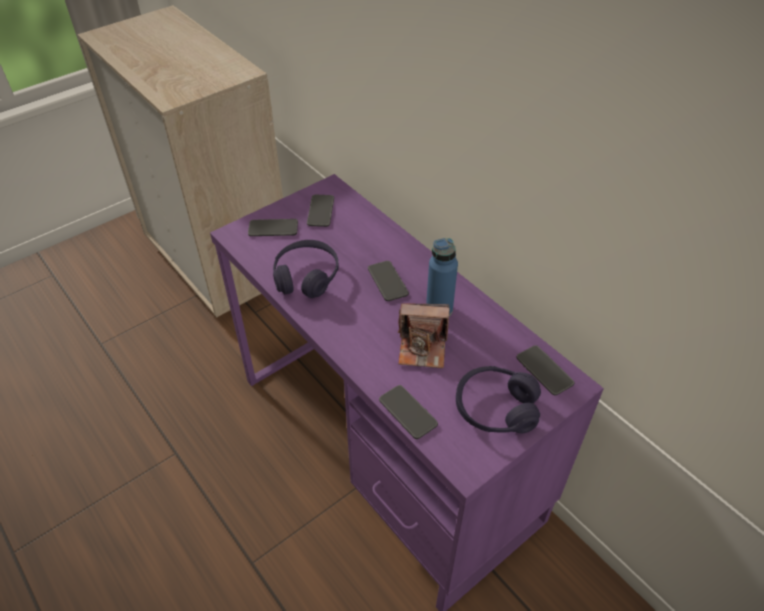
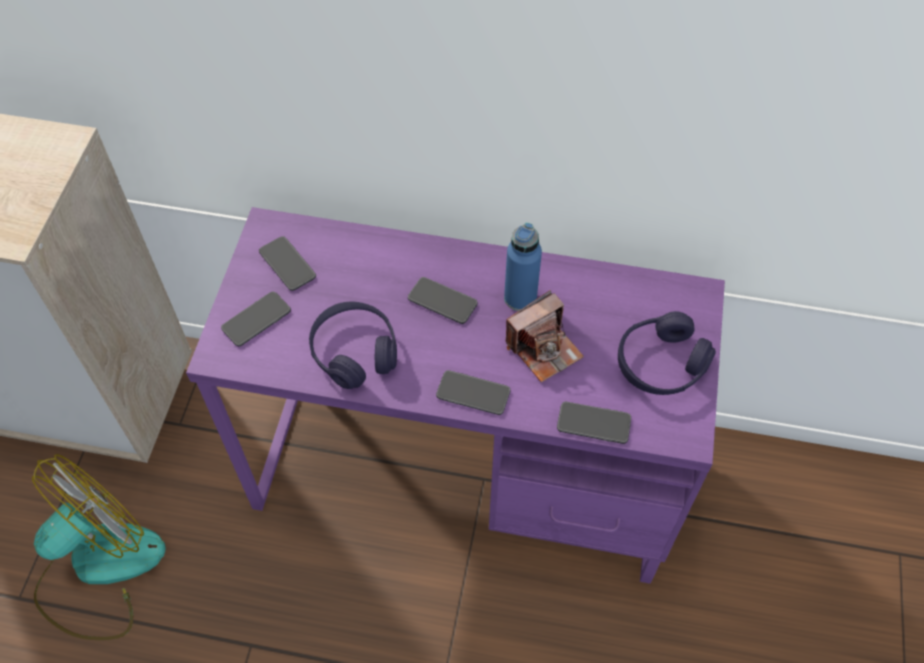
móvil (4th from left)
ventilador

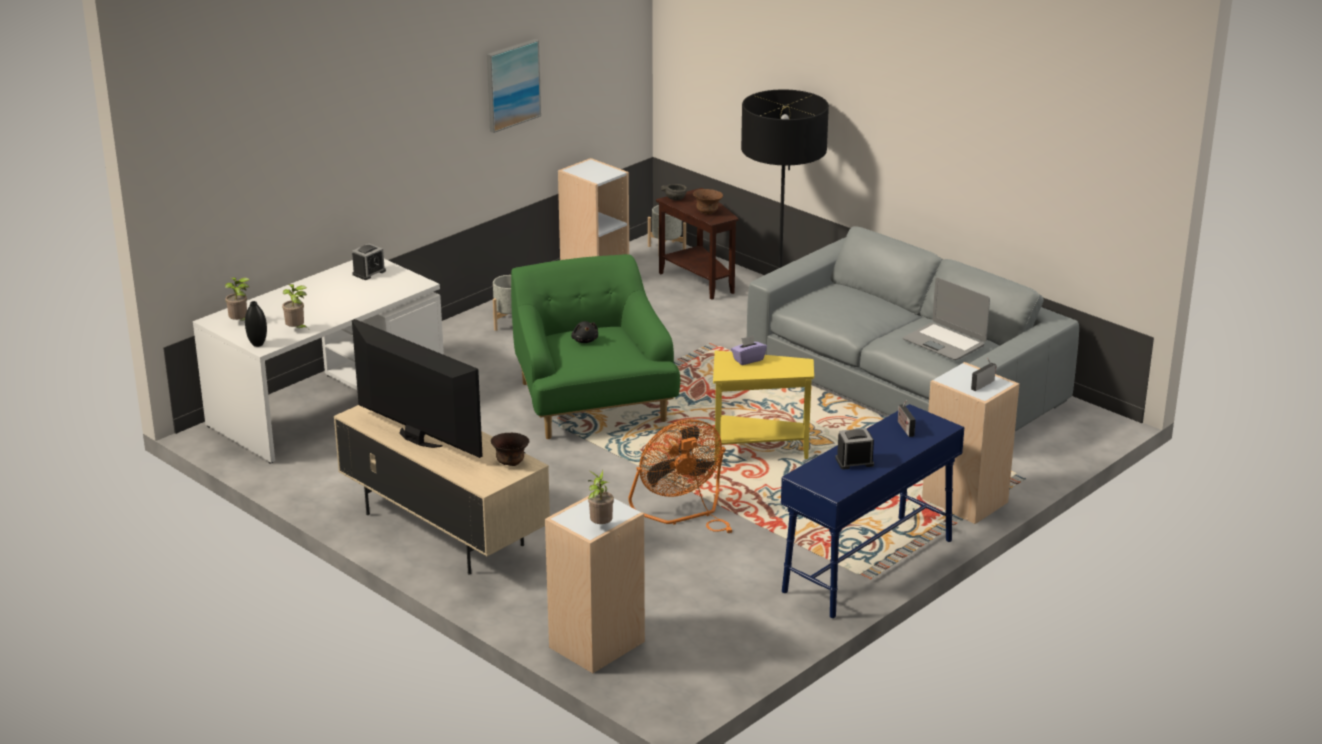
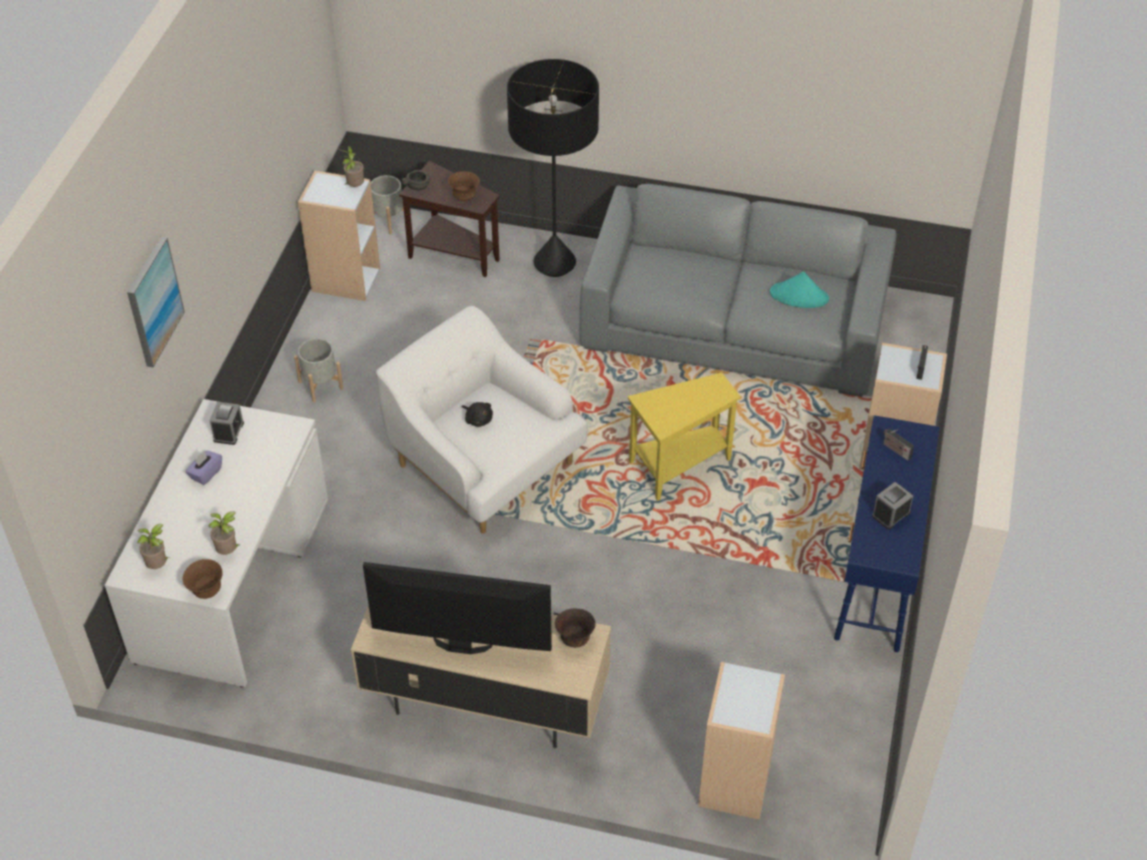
cuenco (marrón) (1st from left)
cuadro
sillón (blanco)
planta en maceta (3rd from left)
ventilador (naranja)
caja de pañuelos (morado)
sombrero (turquesa)

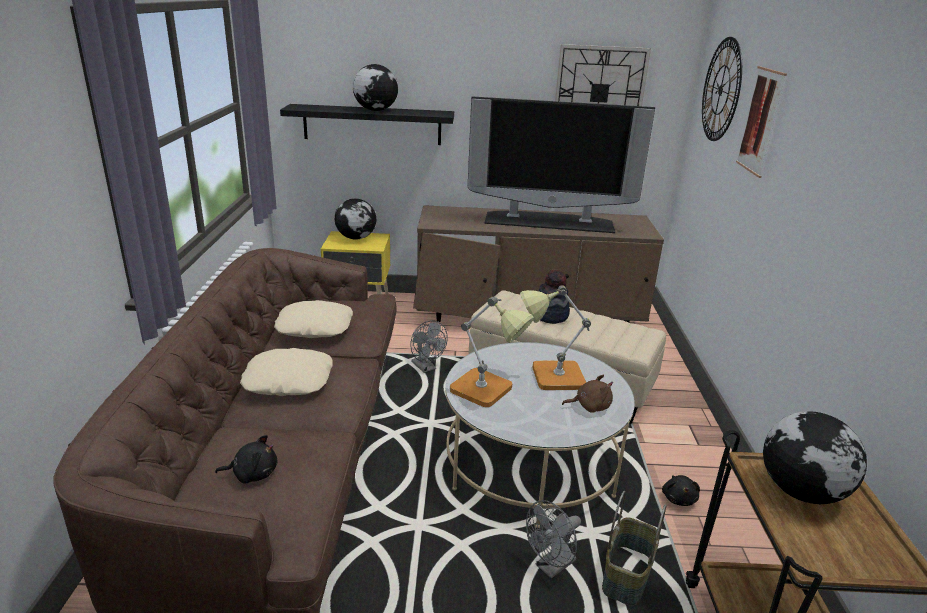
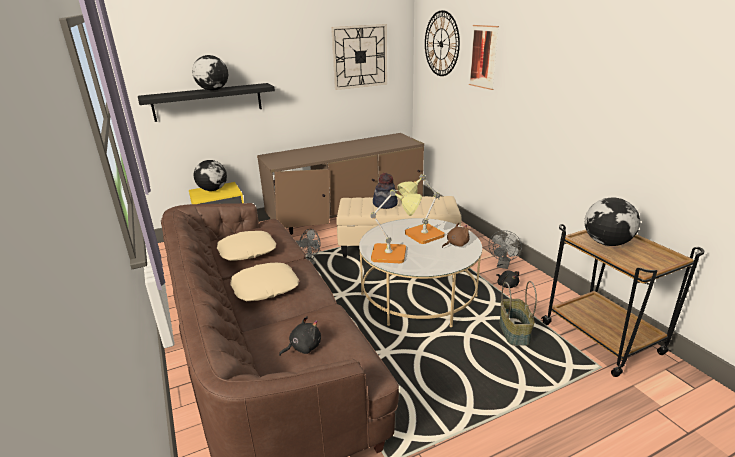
televisor
ventilador (gris) (2nd from left)

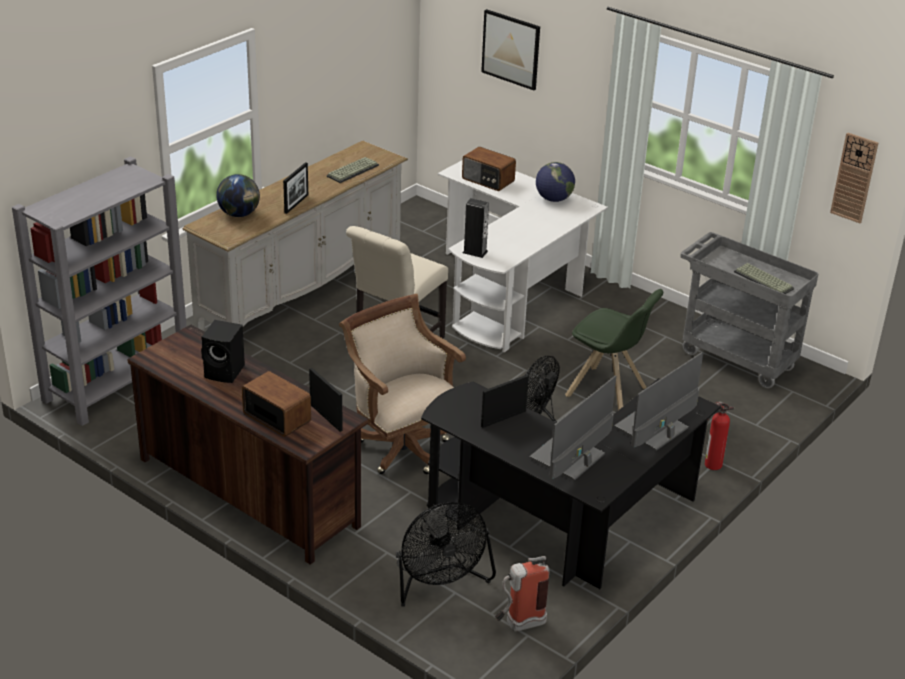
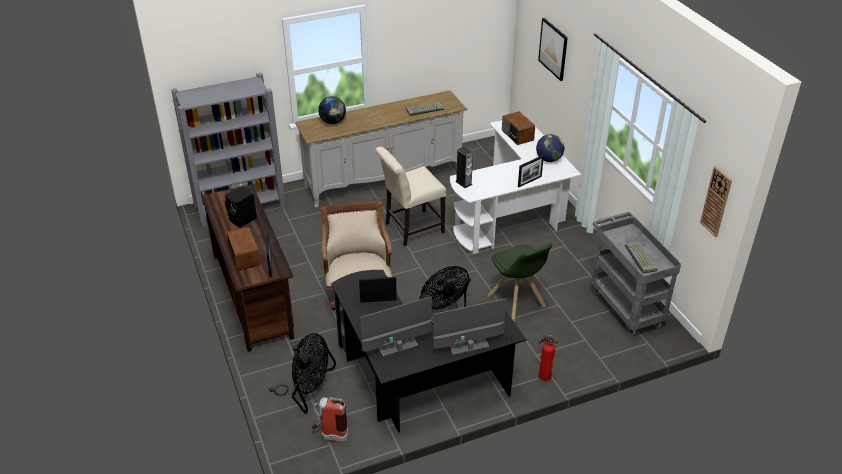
portarretratos (3rd from left)
ventilador (negro) (1st from left)

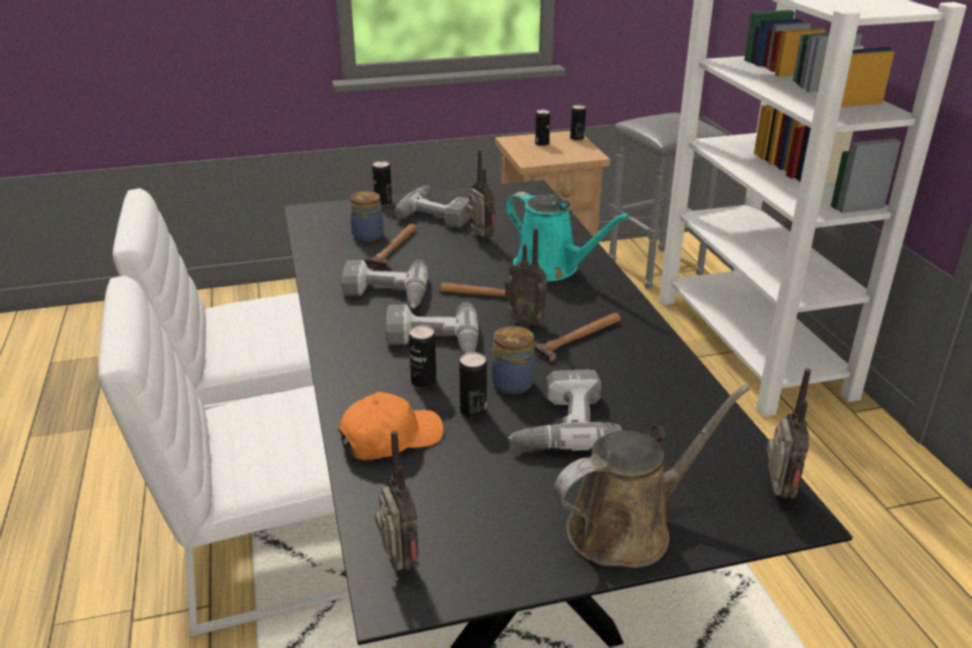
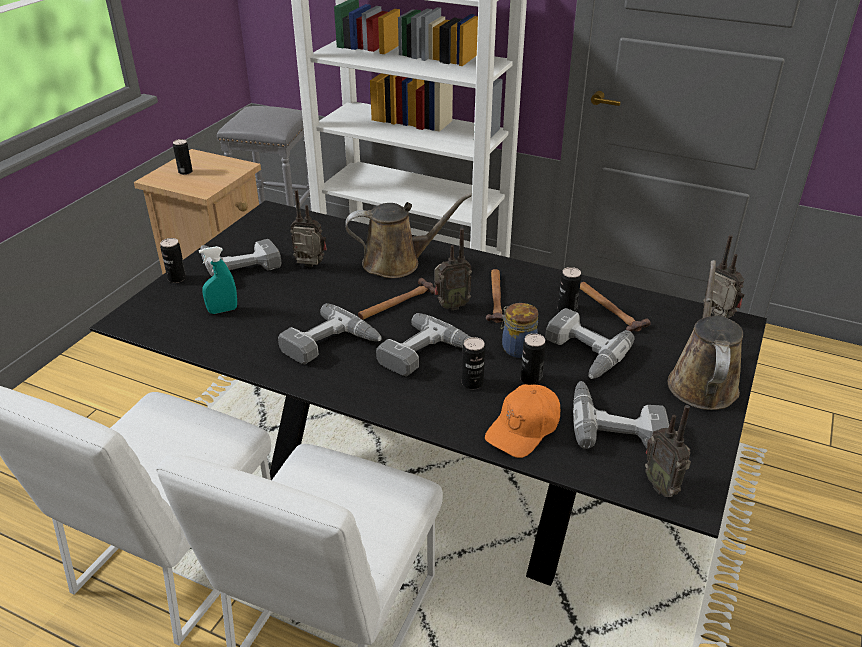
gorra (naranja)
pulverizador (turquesa)
martillo (3rd from left)
radio (3rd from left)
regadera (marrón) (1st from left)
lata (5th from left)
taladro (5th from left)

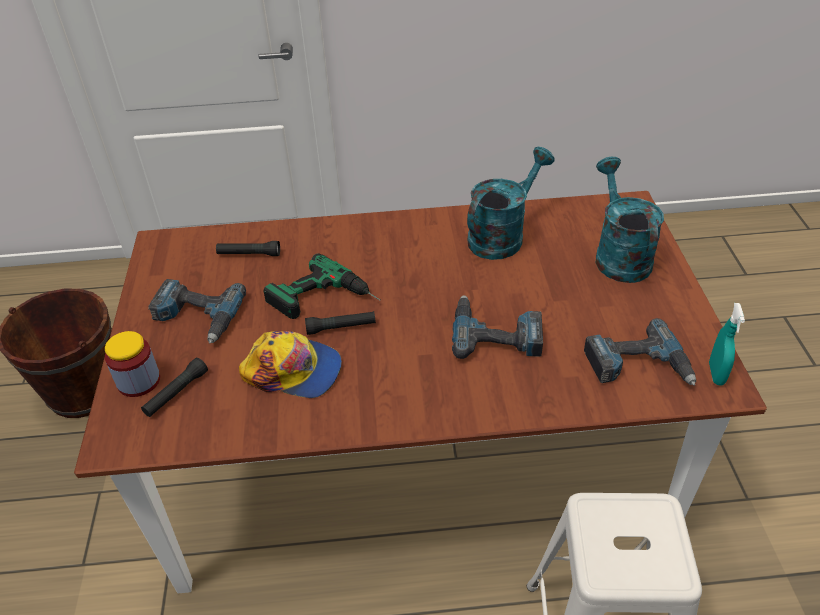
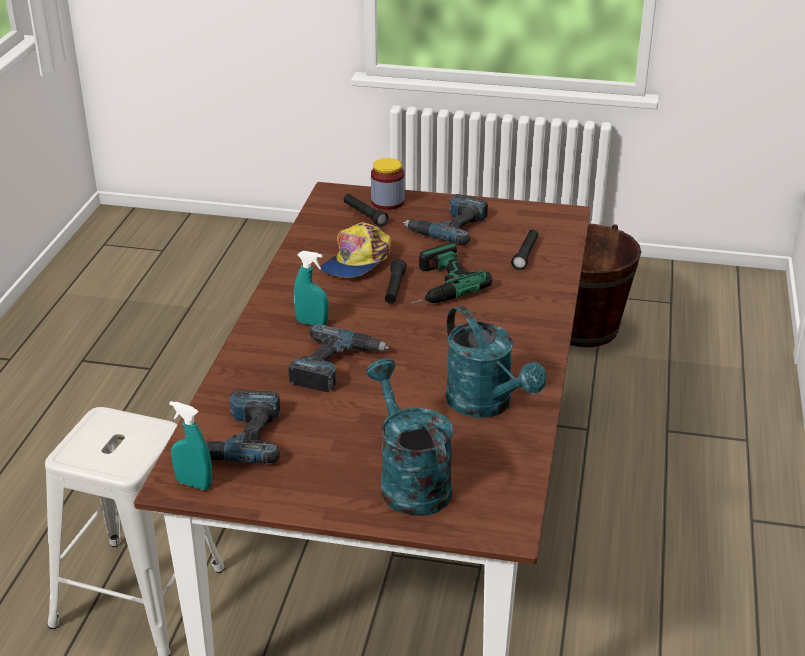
regadera (turquesa) (1st from left)
pulverizador (turquesa) (2nd from left)

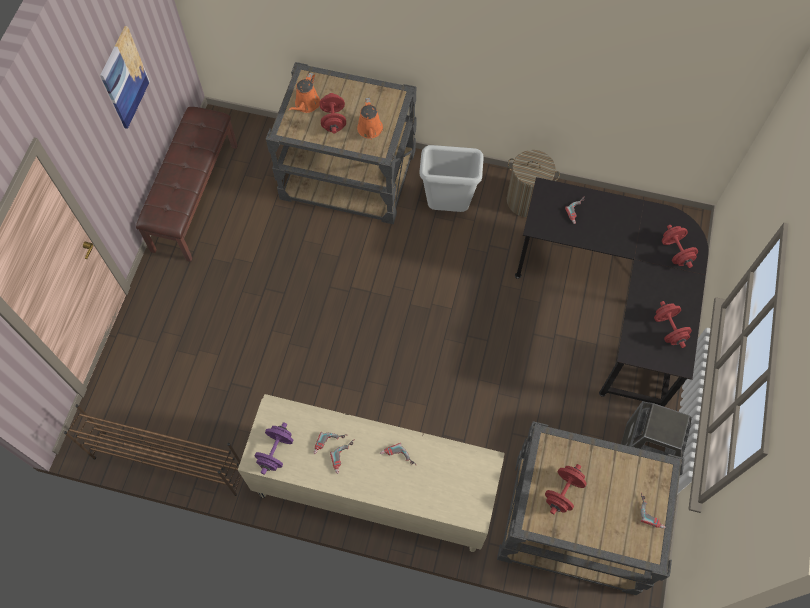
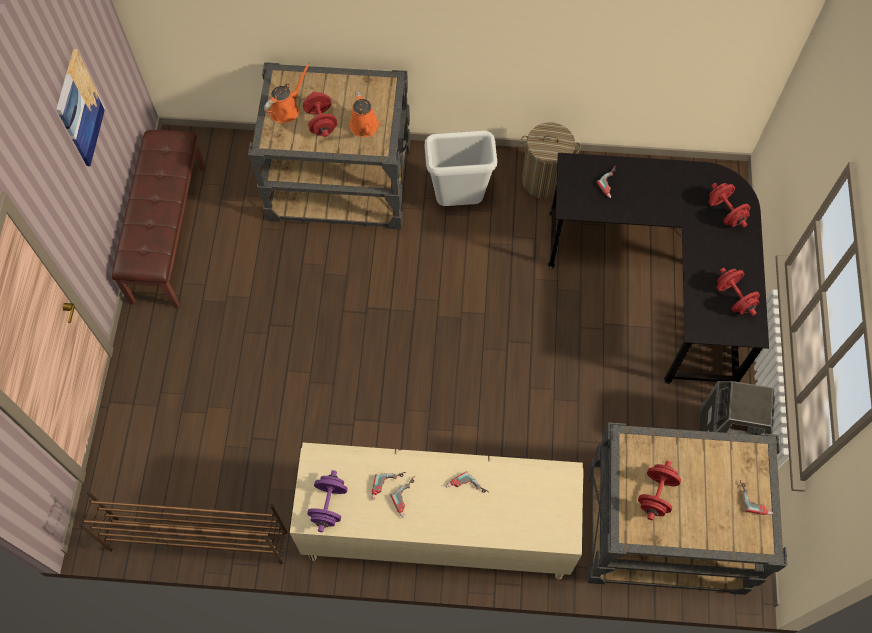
regadera (naranja) (1st from left)

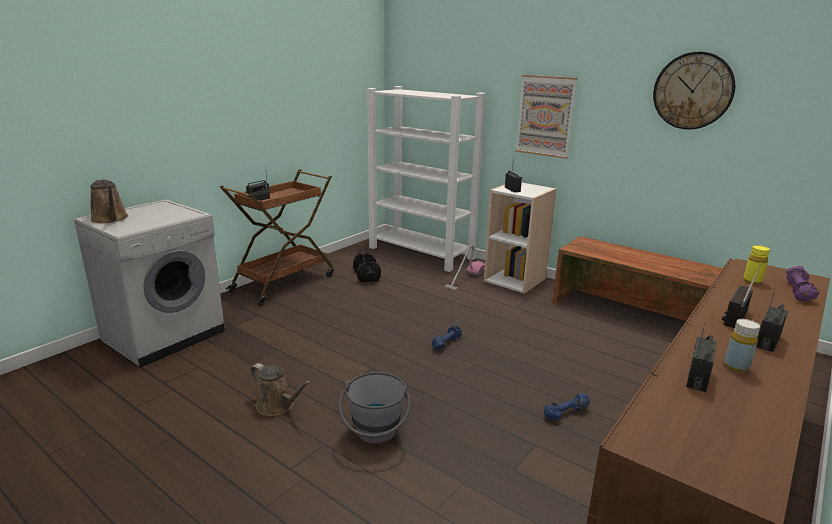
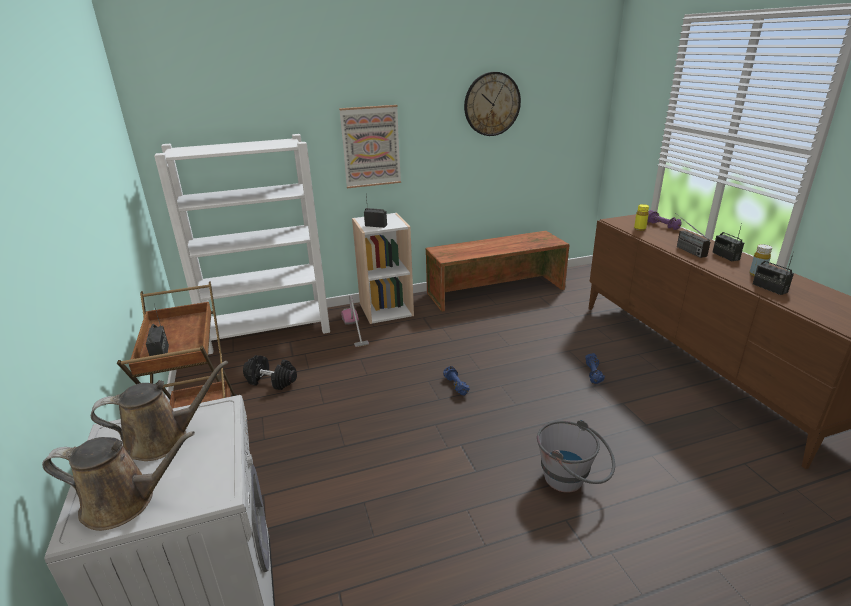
regadera (marrón) (2nd from left)

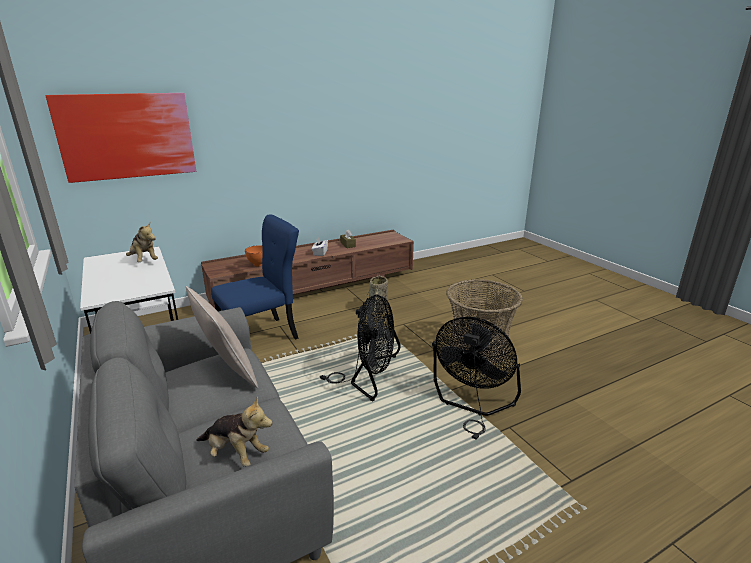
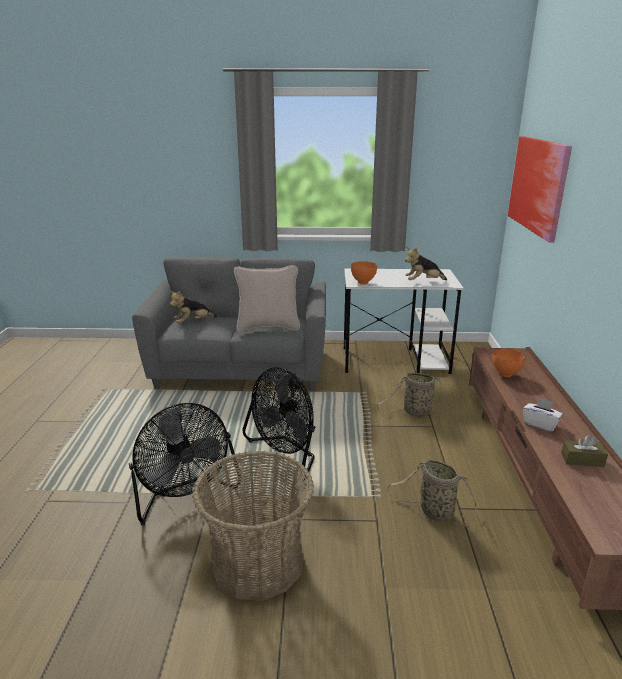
cesta (2nd from left)
cuenco (naranja) (1st from left)

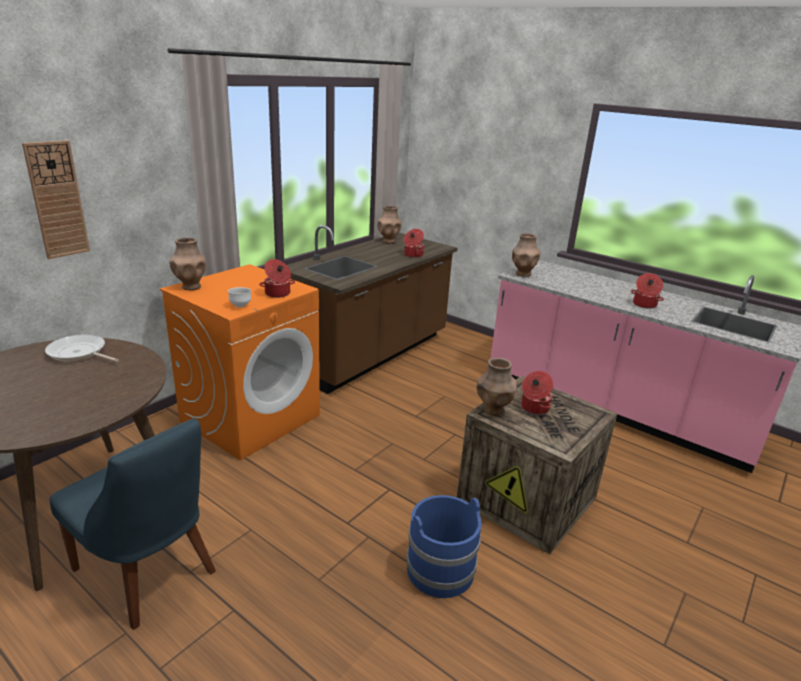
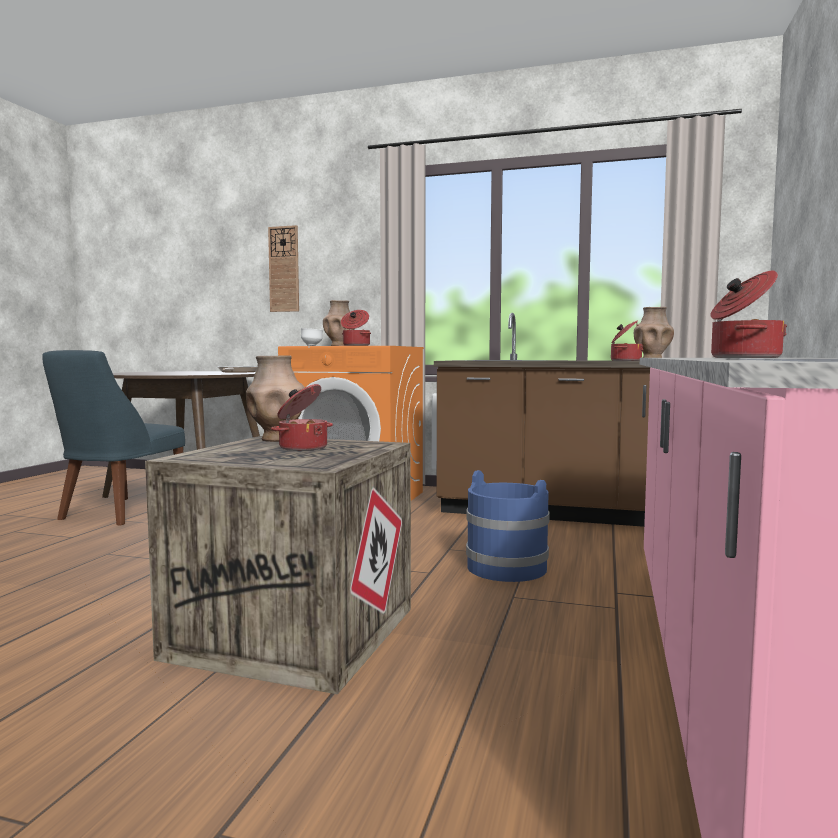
cubo (azul)
florero (marrón) (4th from left in the first image)

